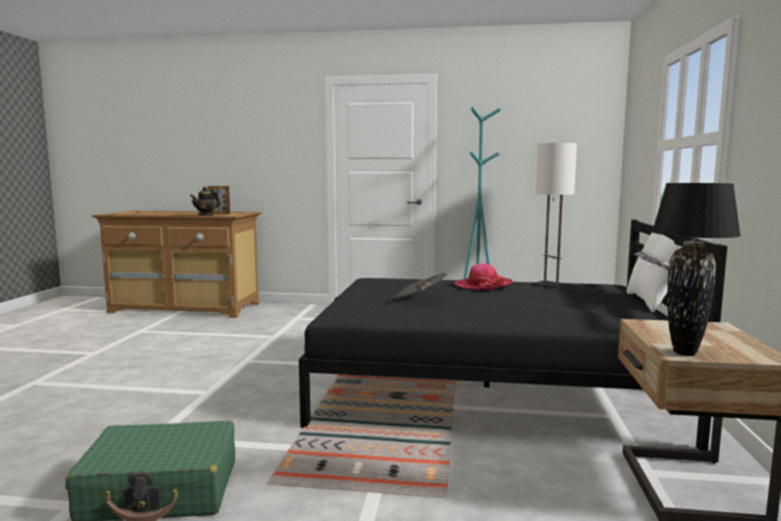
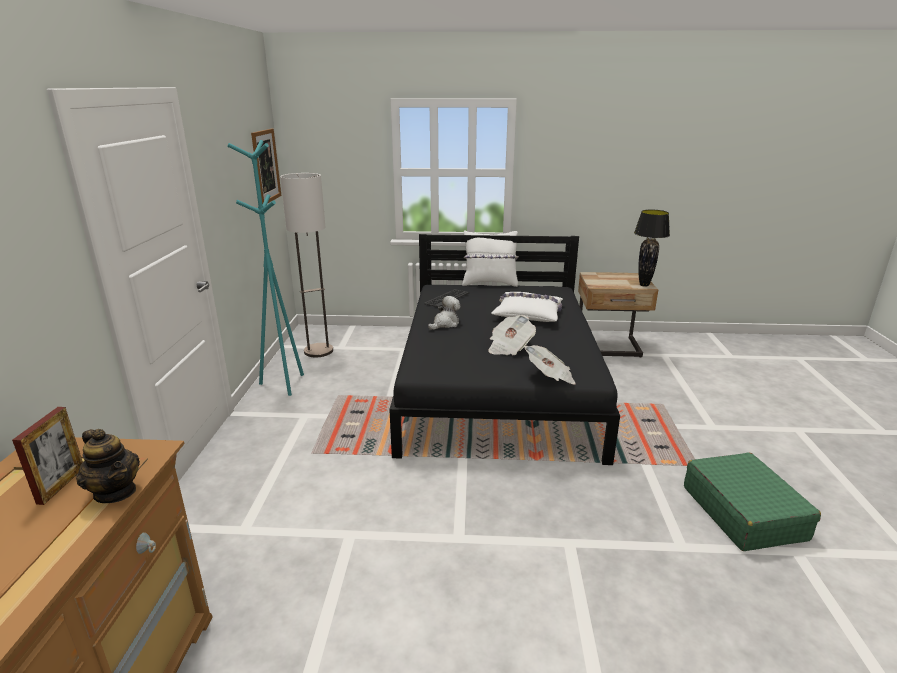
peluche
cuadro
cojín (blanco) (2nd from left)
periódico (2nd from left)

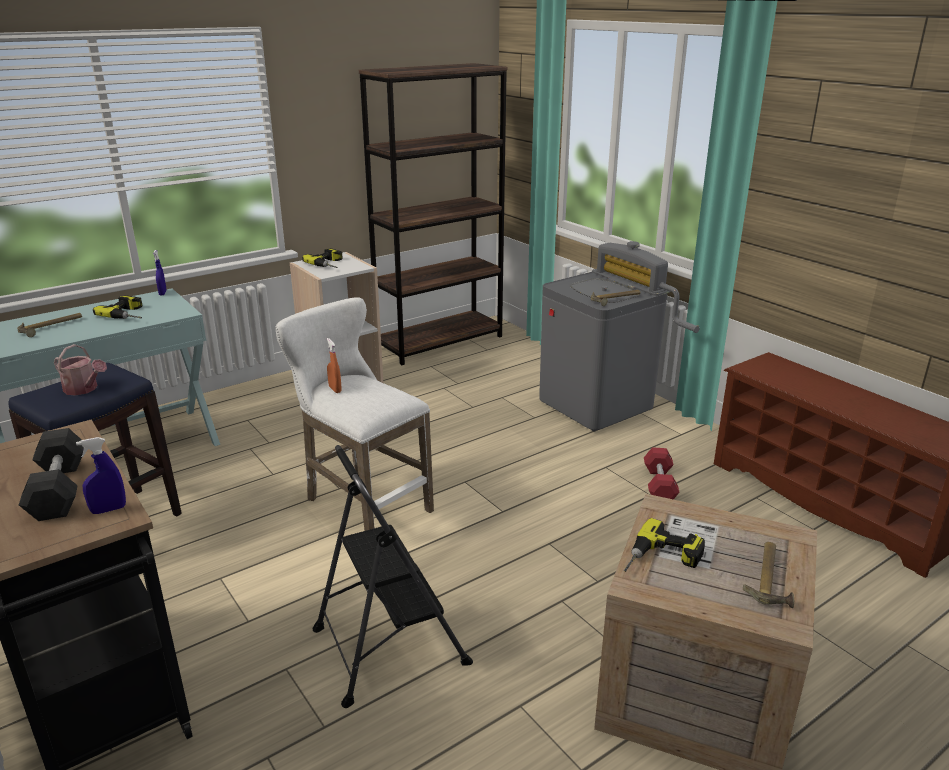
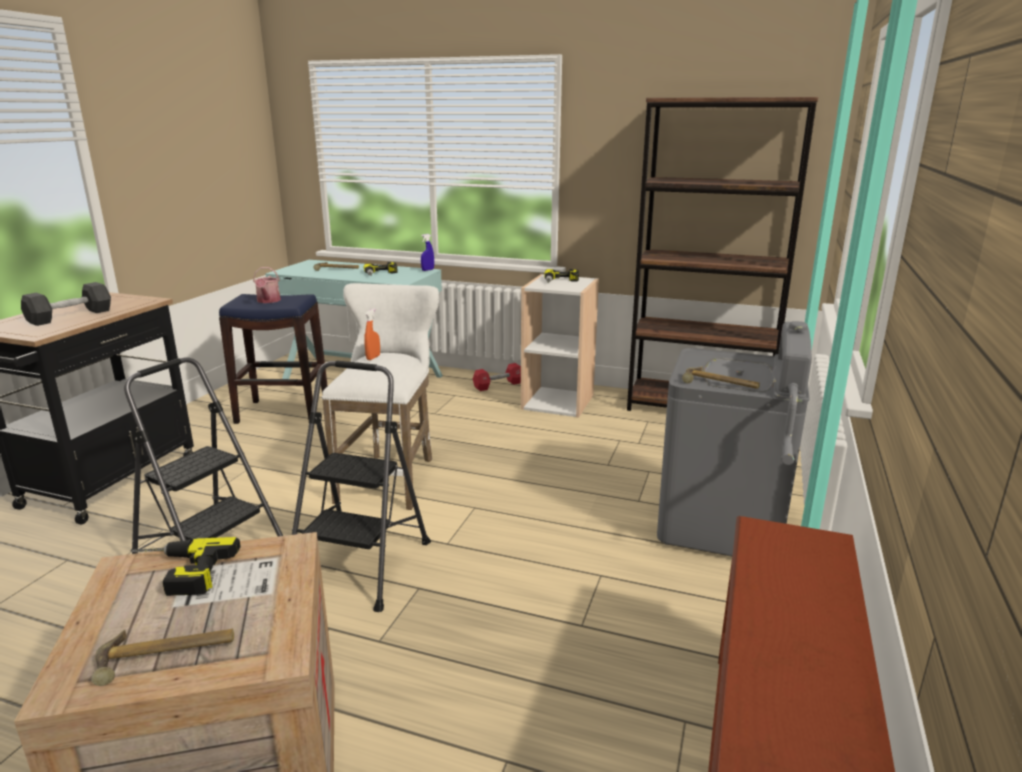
pulverizador (azul) (1st from left in the first image)
mancuerna (rojo)
escalera de tijera (negro) (2nd from left)

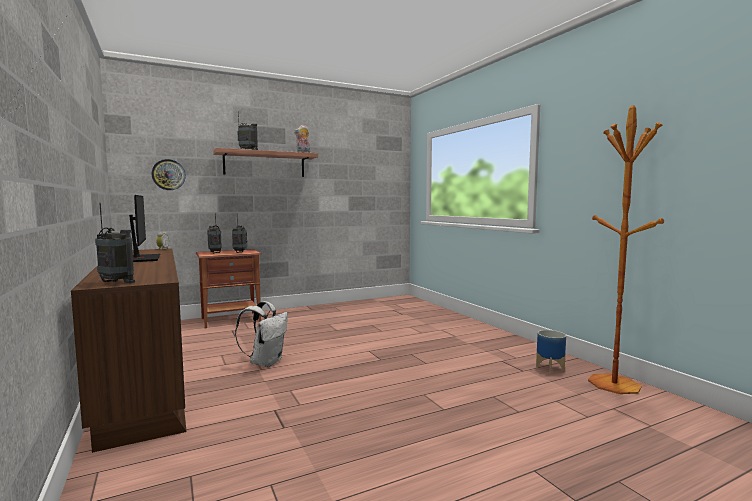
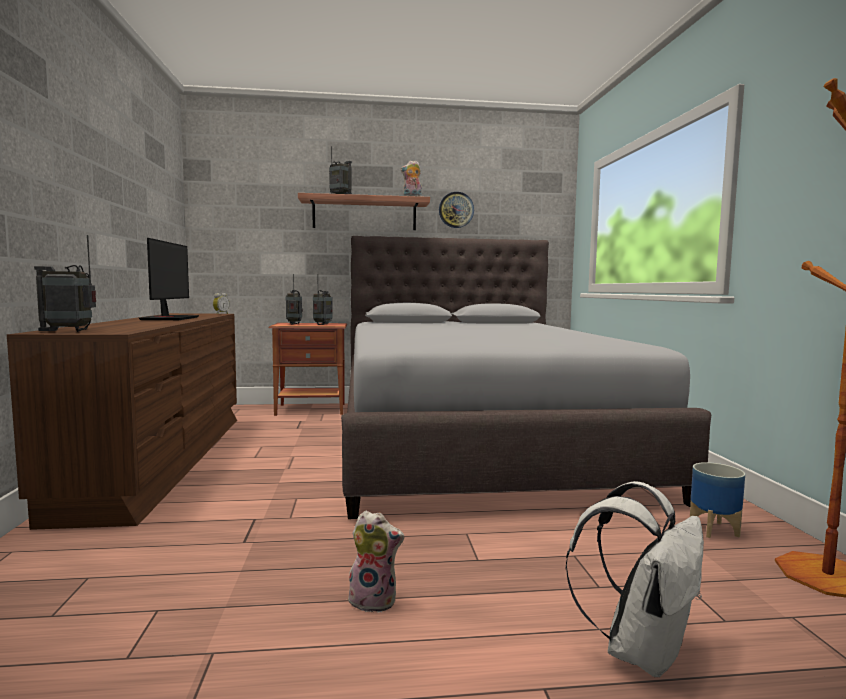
radio (1st from left)
reloj de pared
mochila (blanco)
cama (gris)
peluche (1st from left)

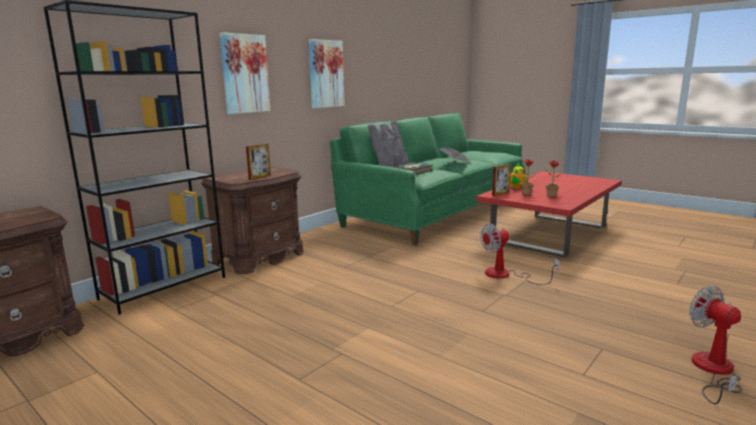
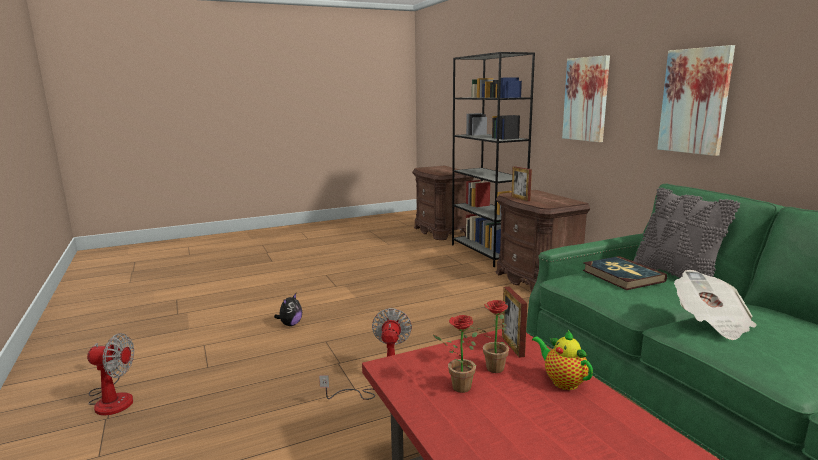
peluche

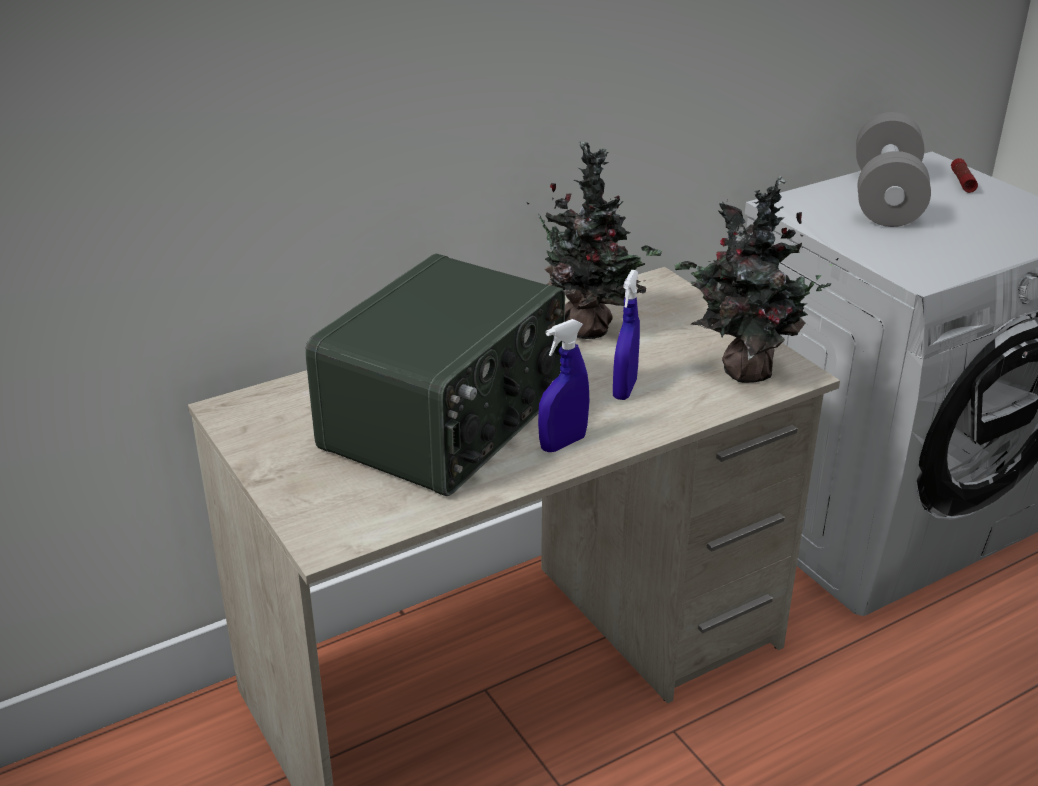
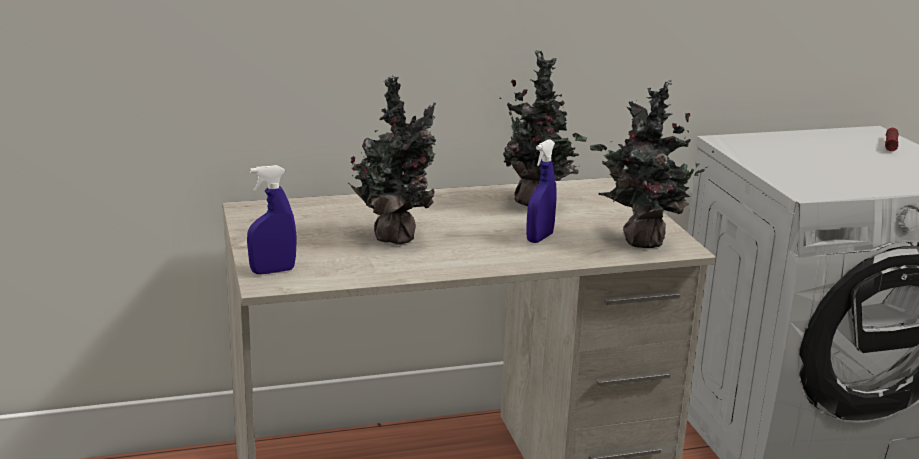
planta en maceta (1st from left)
pulverizador (azul) (1st from left)
mancuerna (gris)

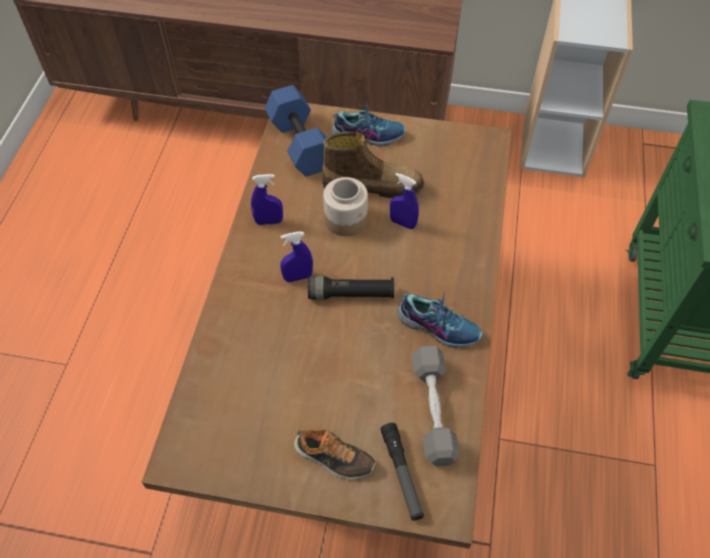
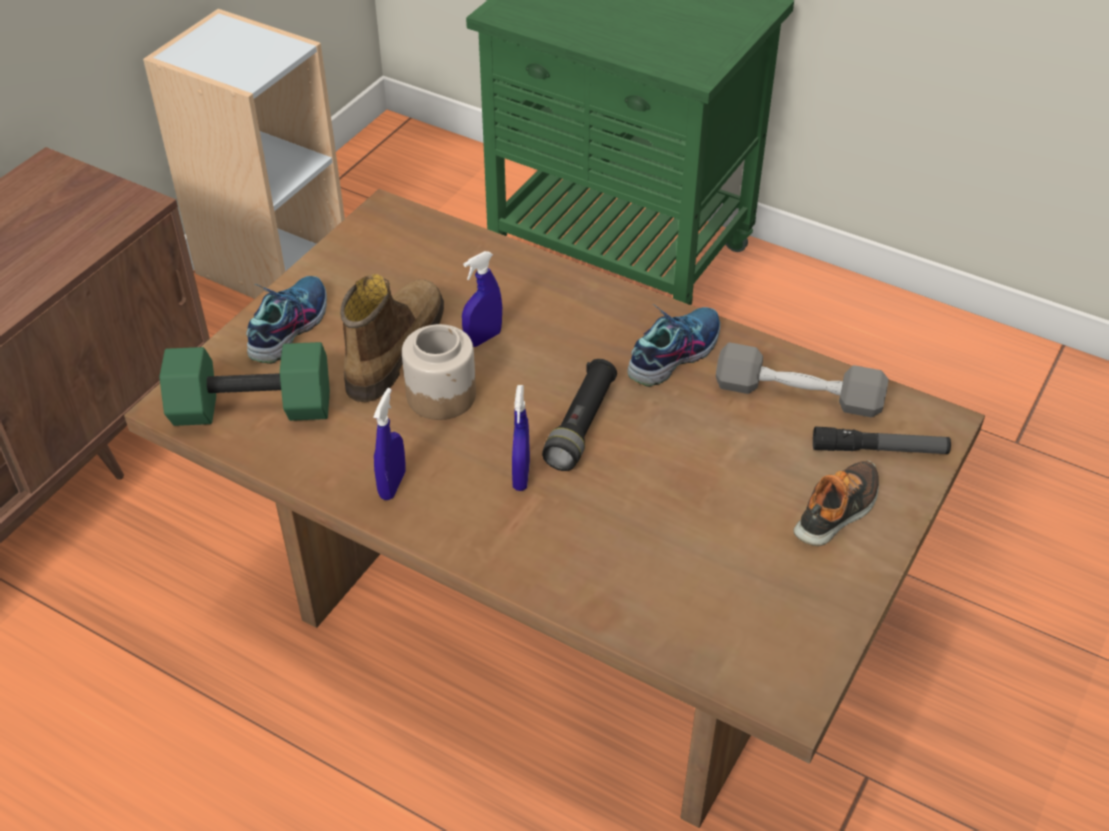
mancuerna (verde)

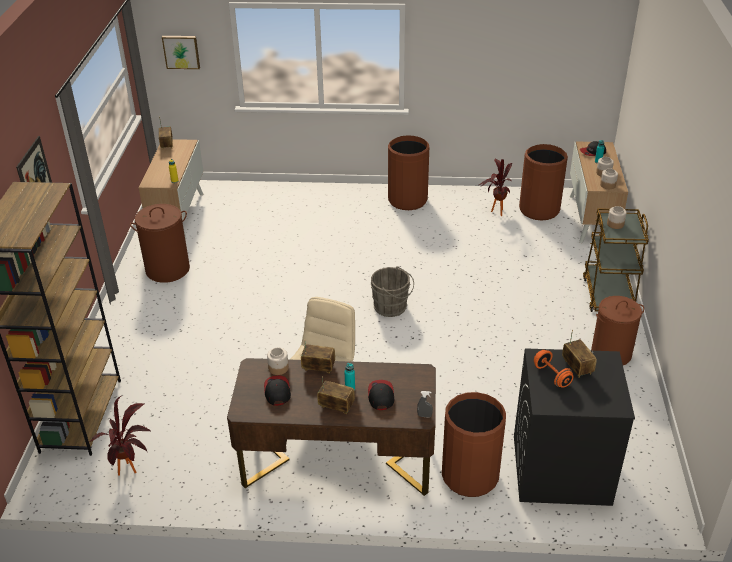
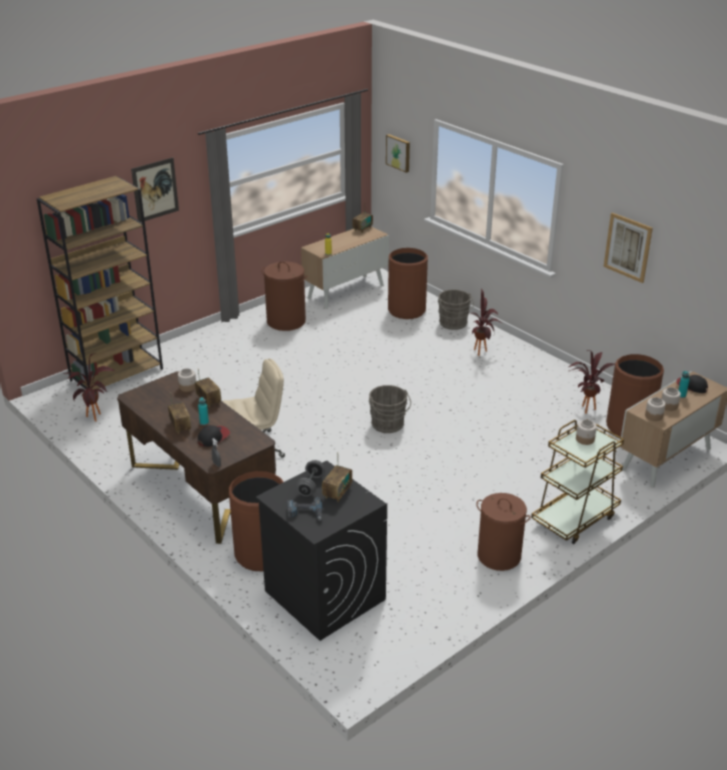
gorra (1st from left in the first image)
papelera (marrón) (2nd from left)
mancuerna (gris)
taladro
cubo (gris) (2nd from left)
planta en maceta (2nd from left)
cuadro (3rd from left)

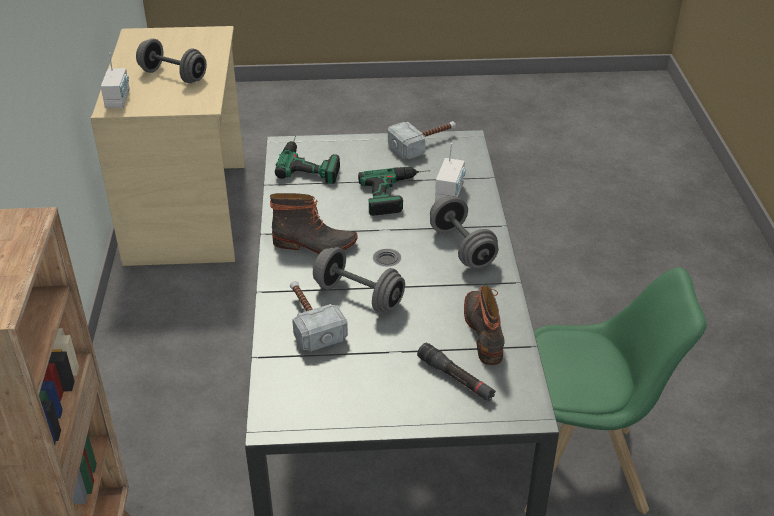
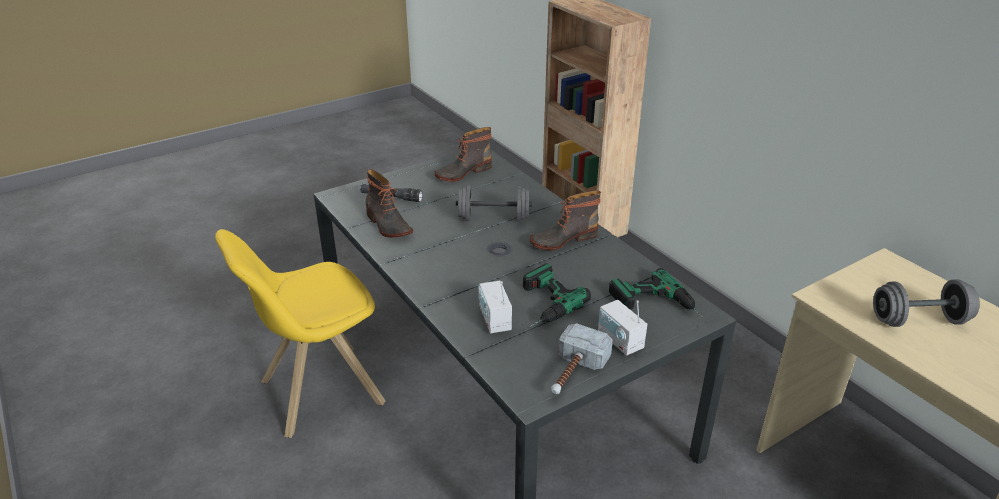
radio (2nd from left)
martillo (1st from left in the first image)
mancuerna (gris) (3rd from left in the first image)
silla (amarillo)
bota (2nd from left)

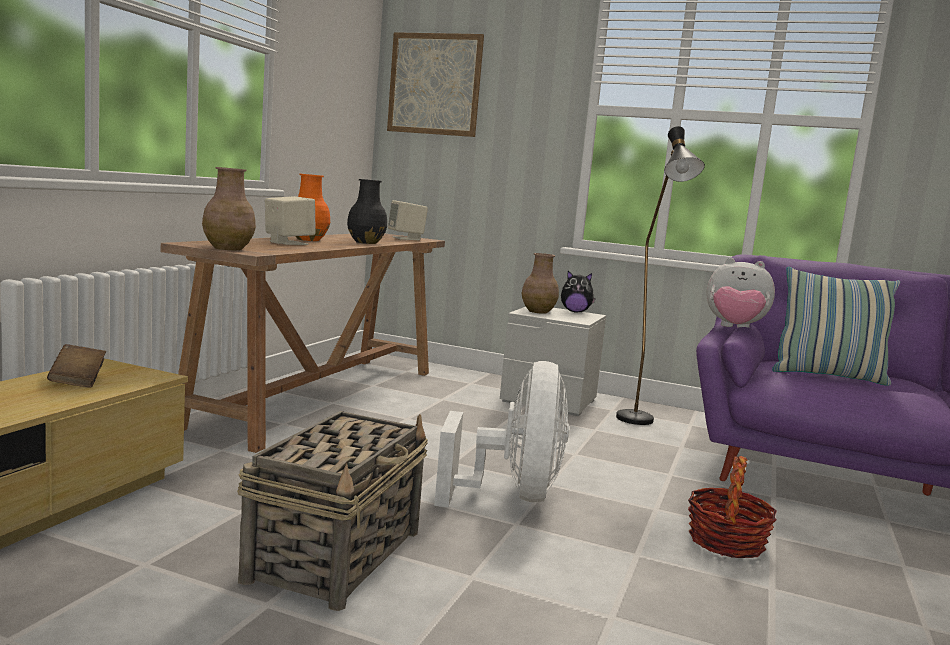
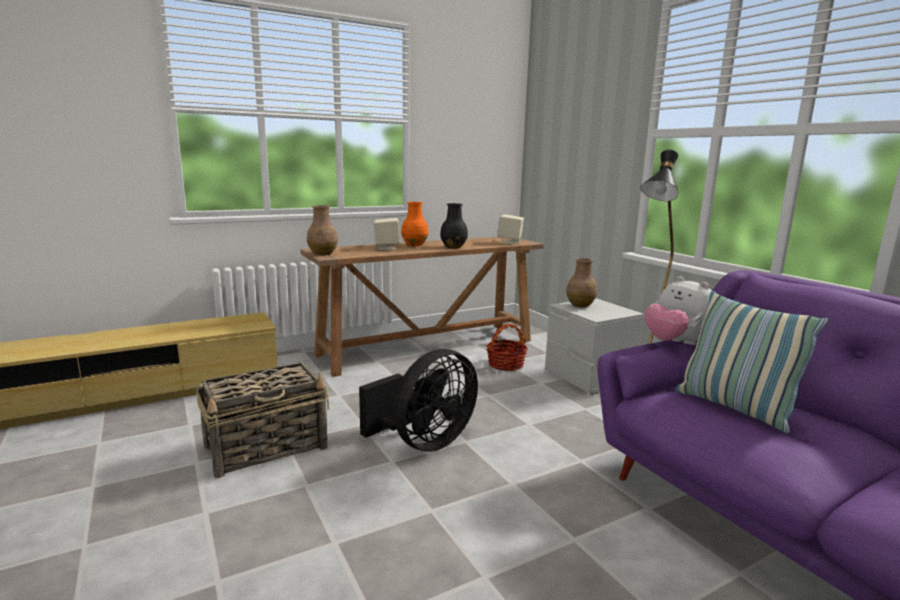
libro (marrón)
cuadro
ventilador (negro)
peluche (1st from left in the first image)
cesta (2nd from left)

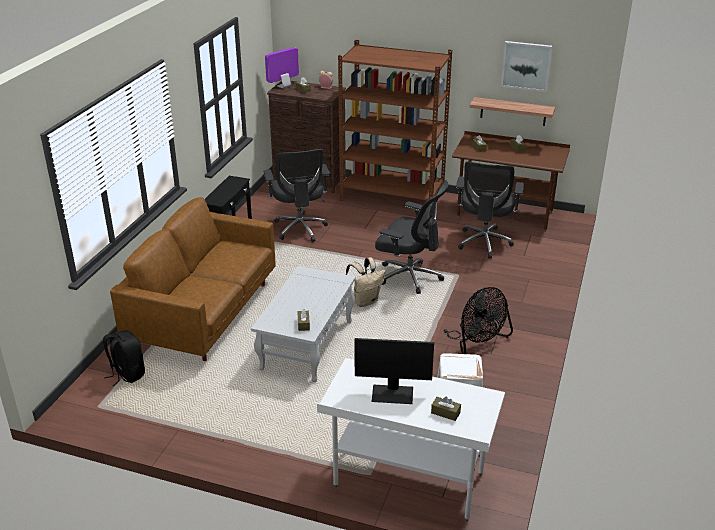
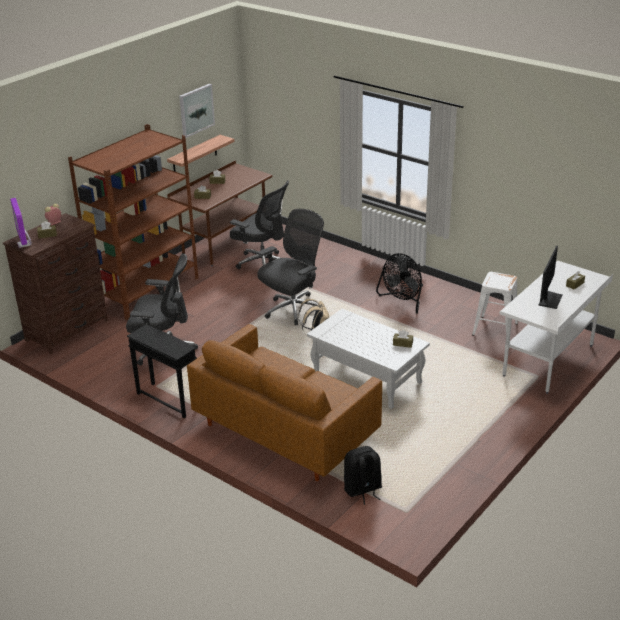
ventilador (negro)

